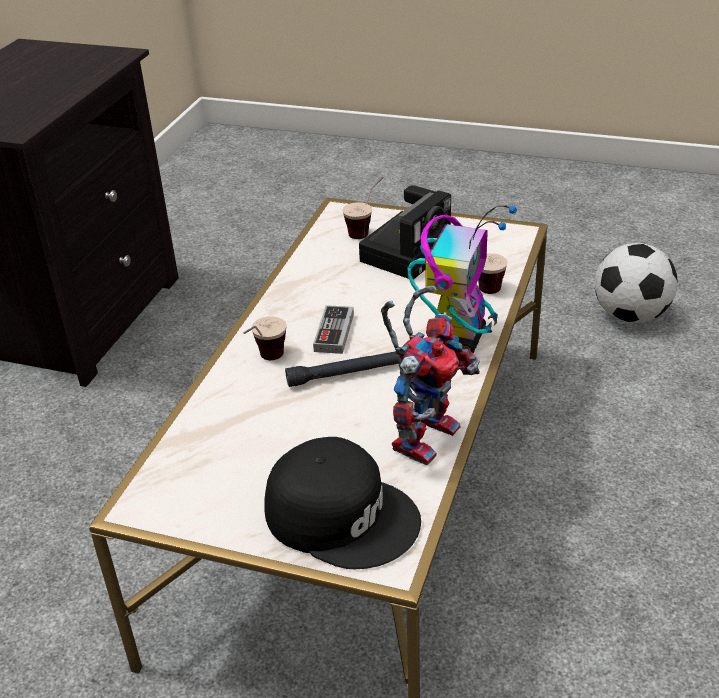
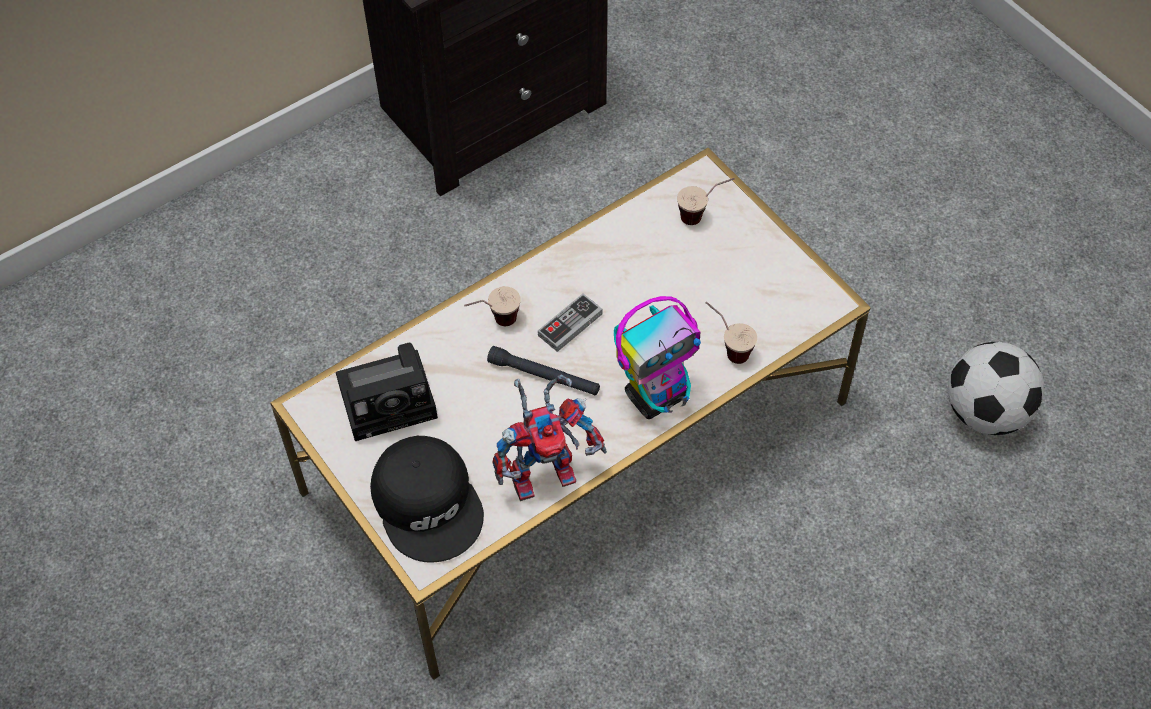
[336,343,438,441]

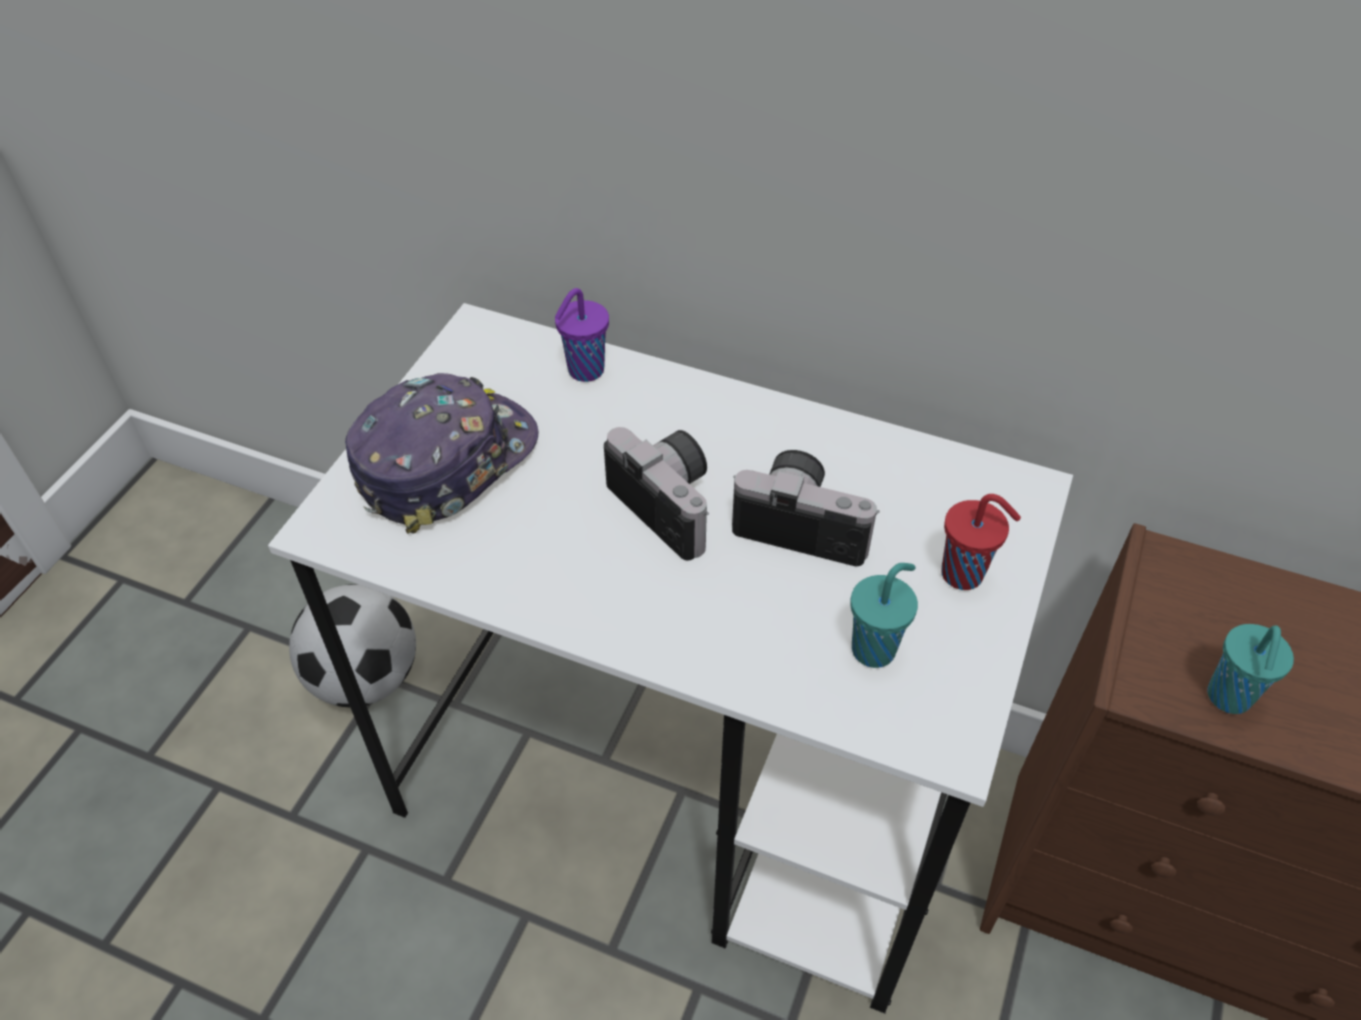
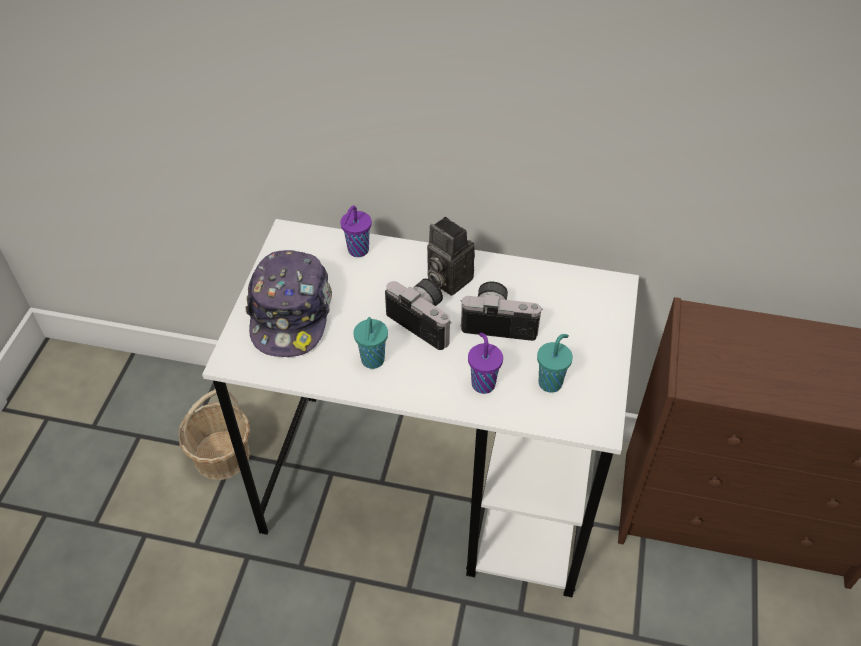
[246,250,332,357]
[941,494,1021,590] (first image)
[178,389,250,480]
[353,317,388,369]
[427,217,475,295]
[468,333,503,394]

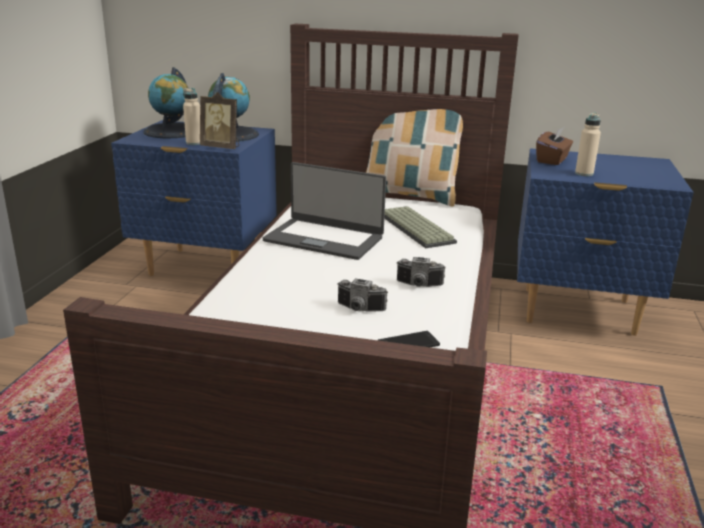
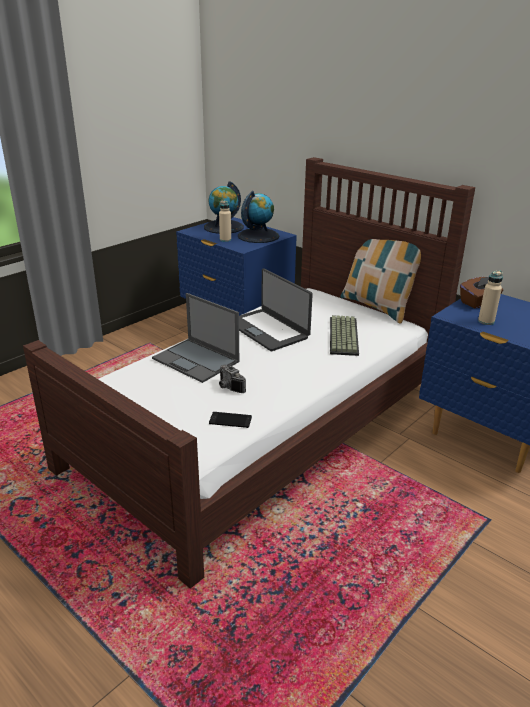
[200,92,239,149] (first image)
[396,257,446,287] (first image)
[152,293,240,383]

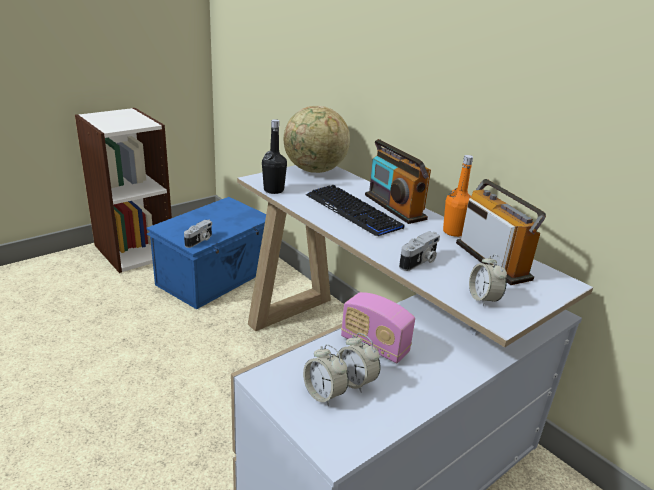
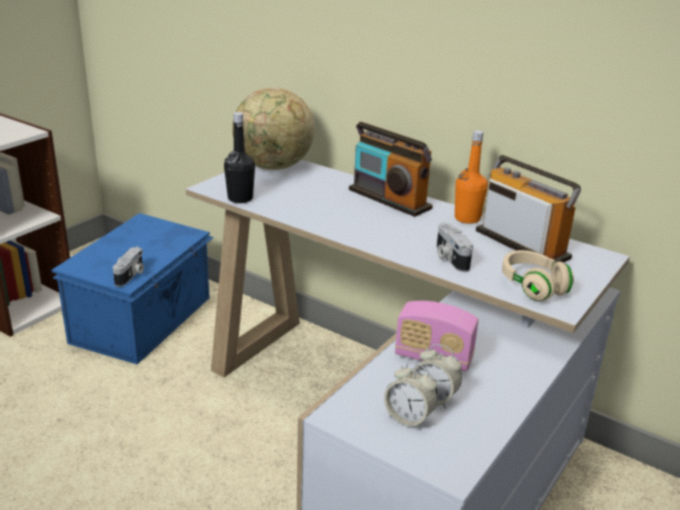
[306,185,404,236] (first image)
[437,223,473,272]
[502,250,574,301]

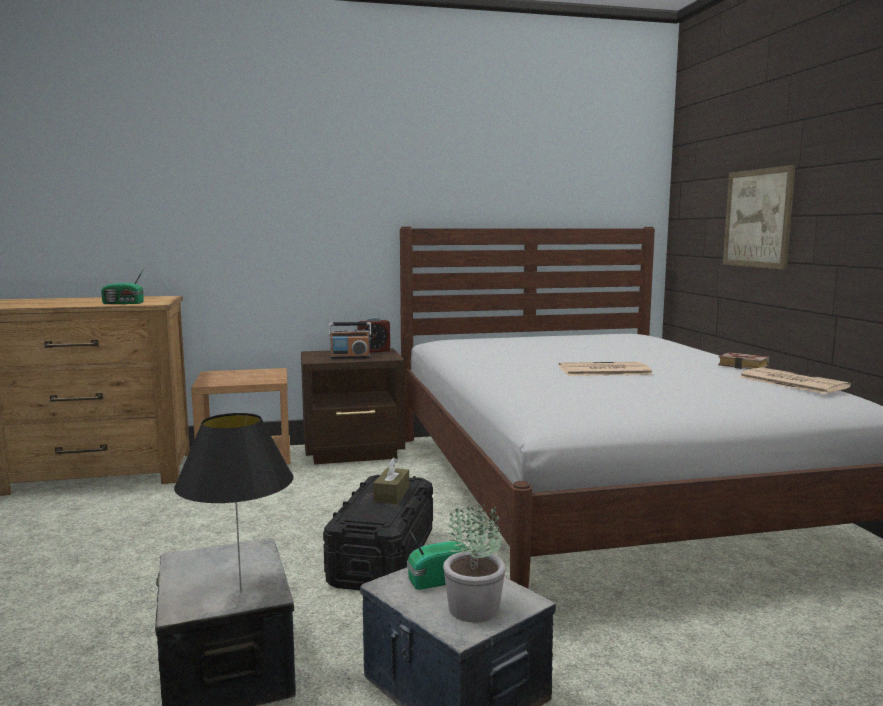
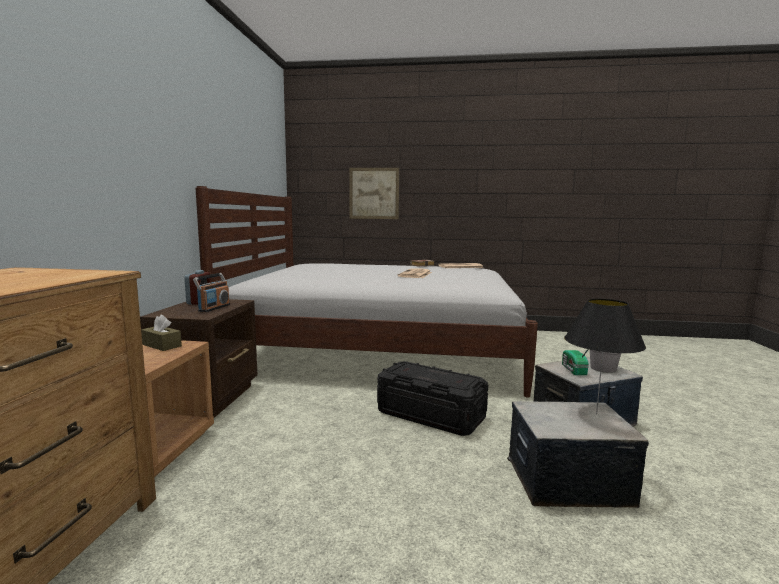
[101,266,145,304] (first image)
[141,315,182,351]

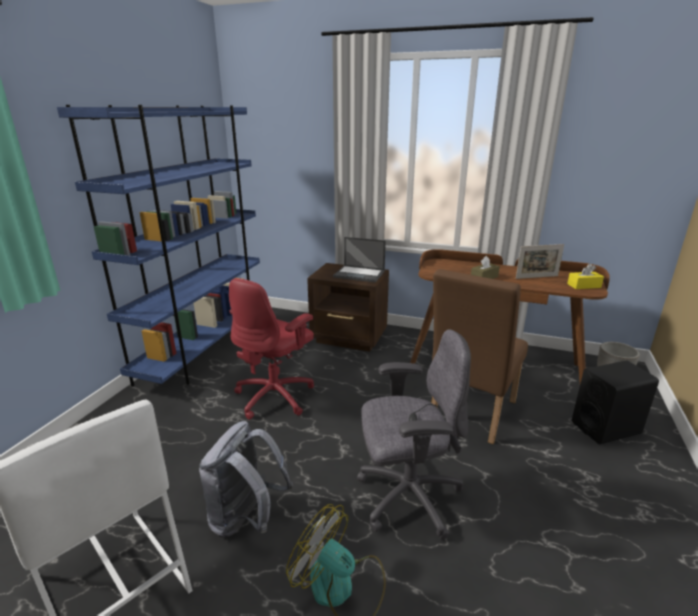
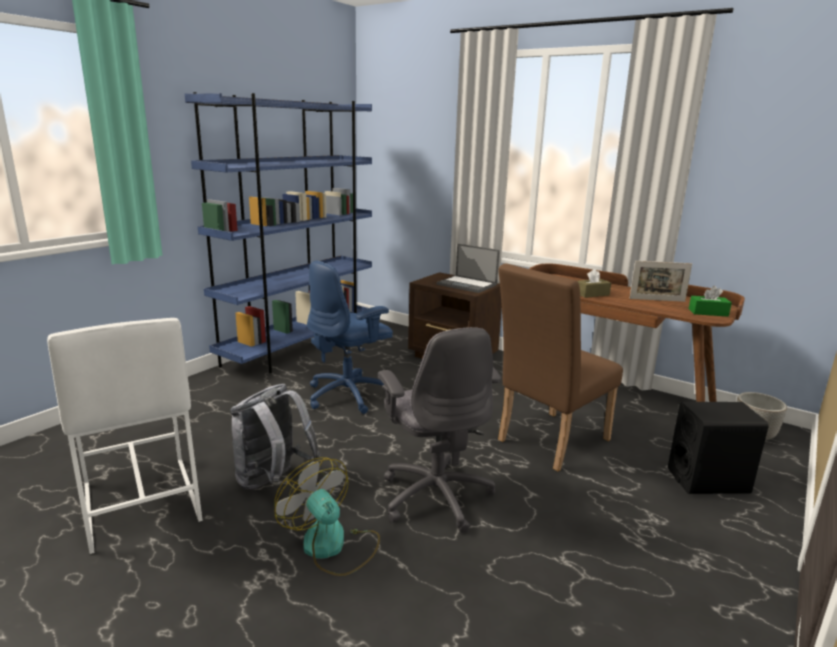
[689,286,732,317]
[307,261,393,414]
[378,327,501,533]

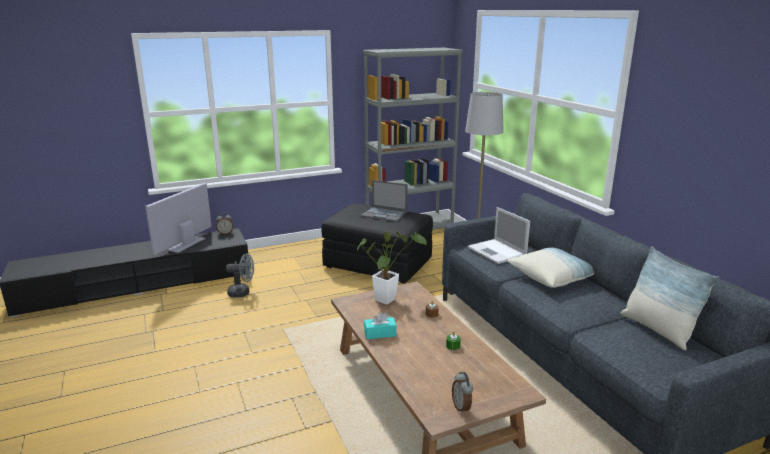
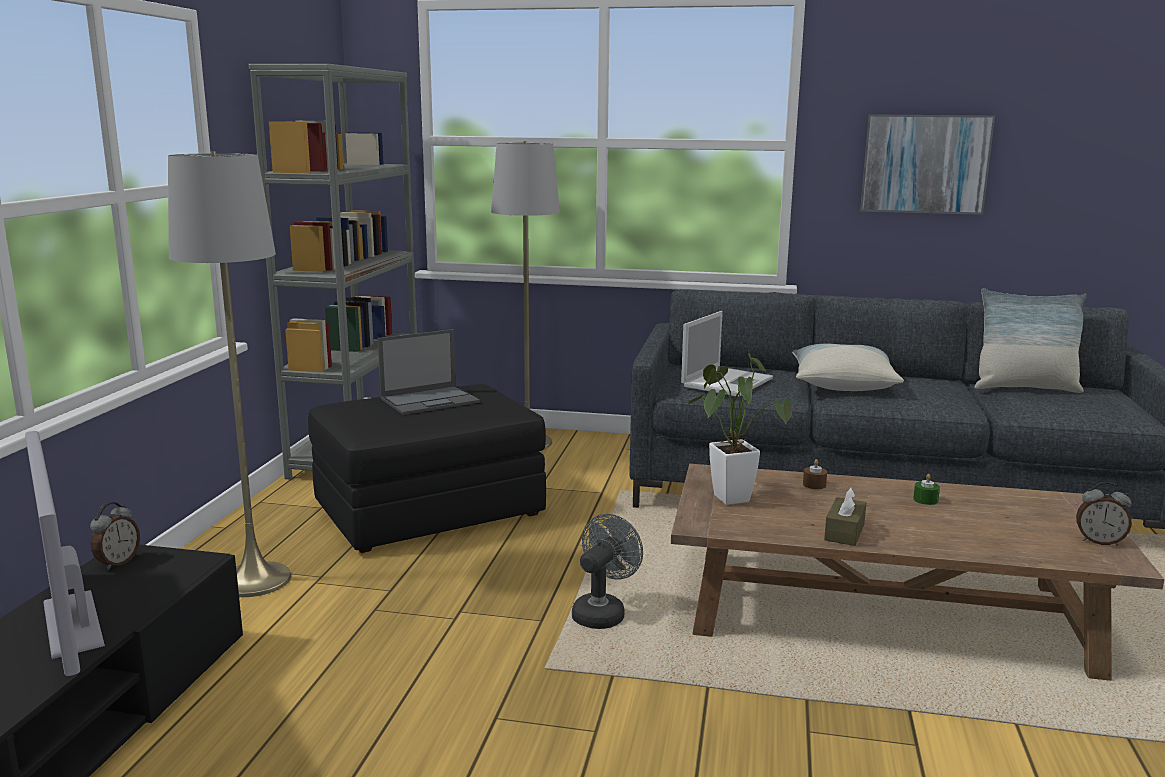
[681,311,773,397]
[572,514,643,629]
[824,487,866,546]
[860,114,995,215]
[168,151,291,597]

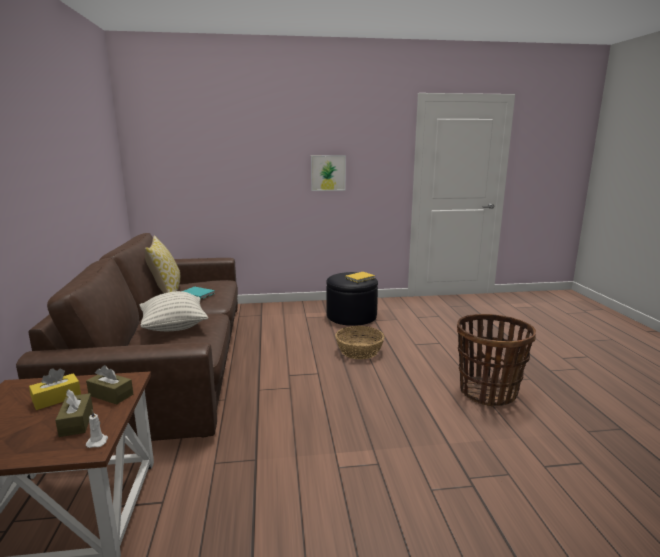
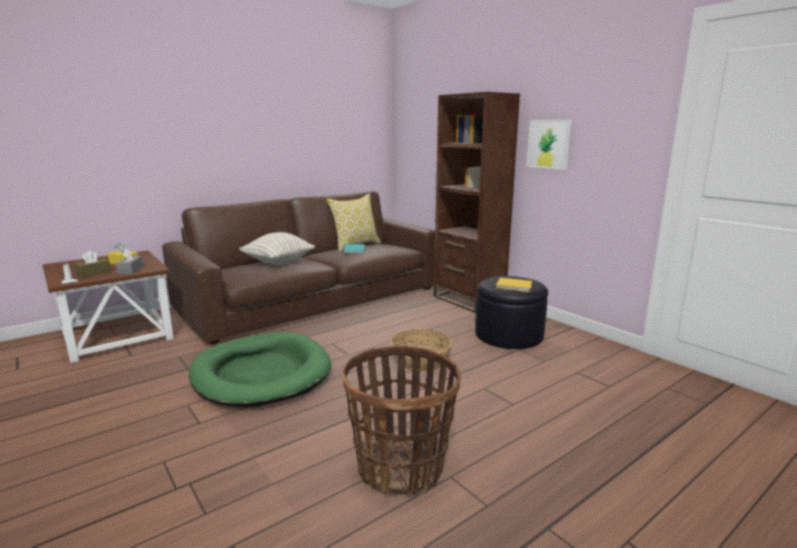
[116,249,143,274]
[434,92,520,313]
[189,332,331,407]

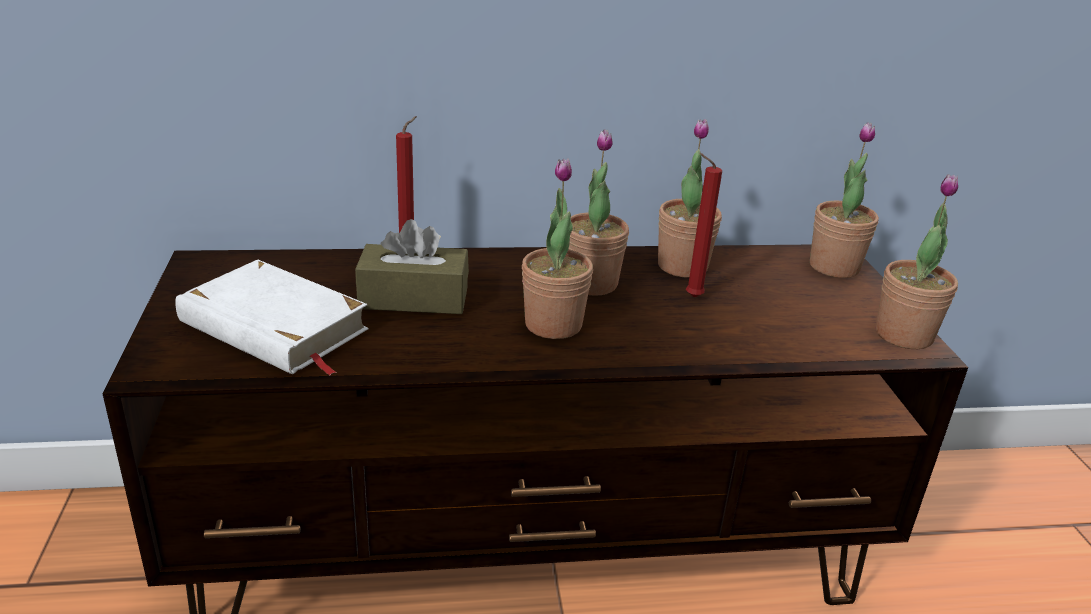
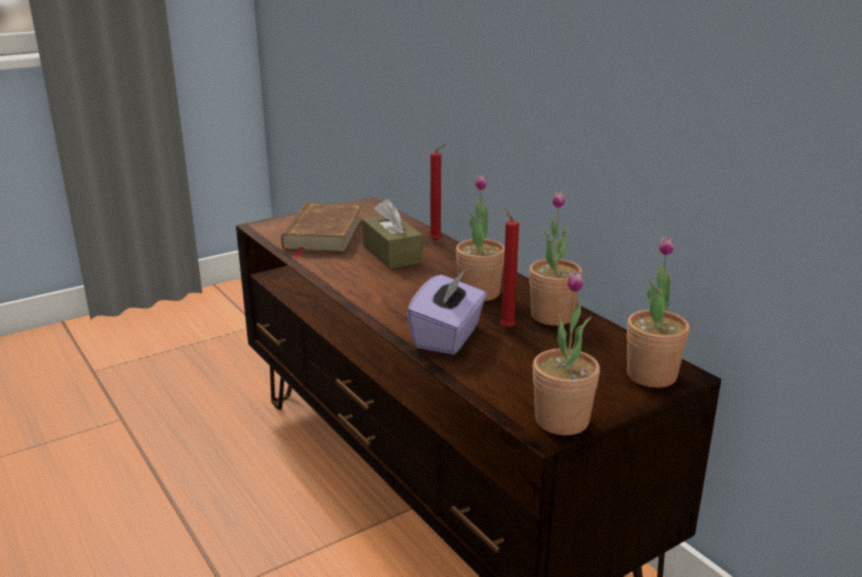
[522,158,593,339] (first image)
[281,203,362,258]
[407,270,486,355]

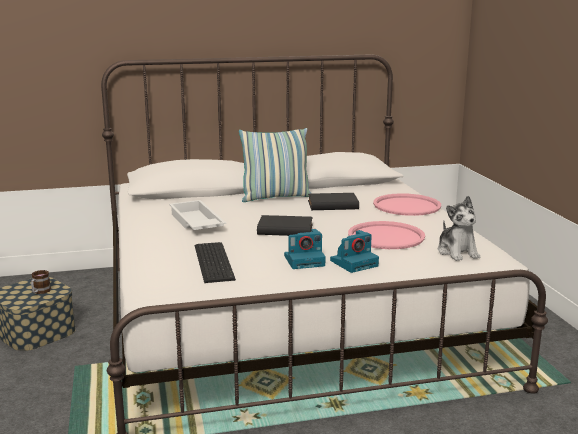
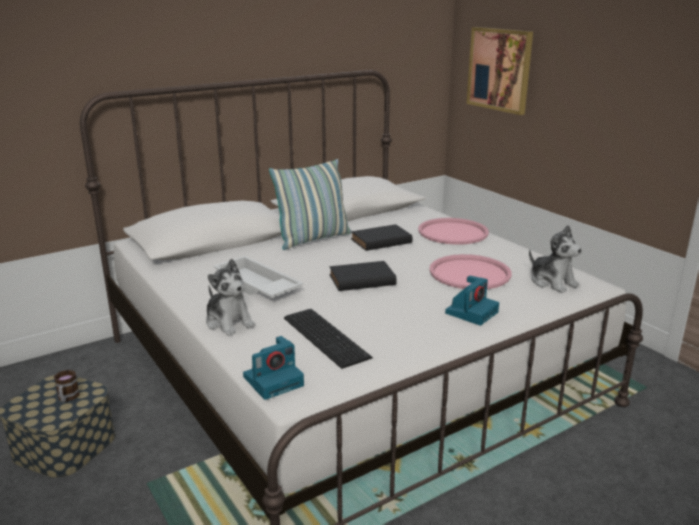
[243,336,304,400]
[467,27,533,115]
[206,259,256,336]

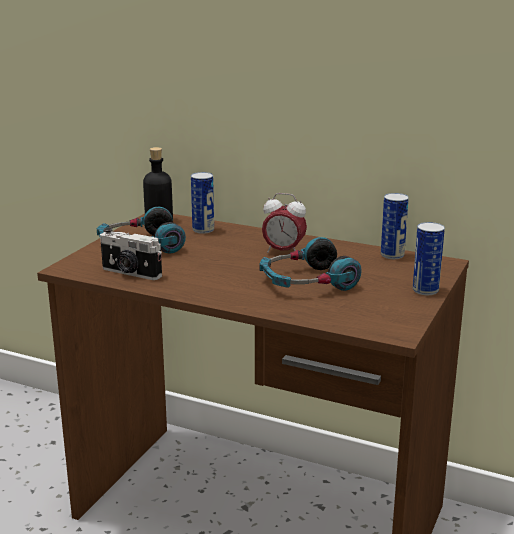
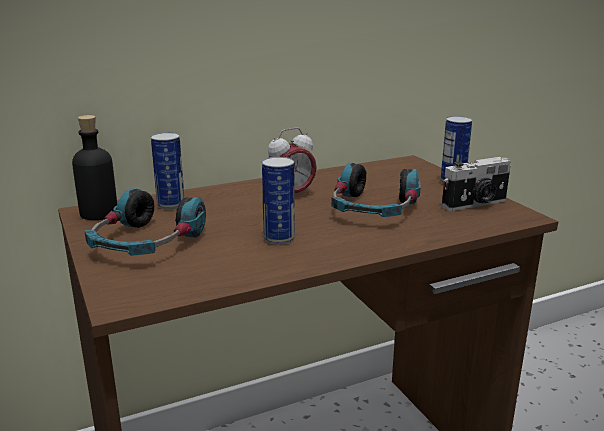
[262,157,295,244]
[442,157,511,211]

